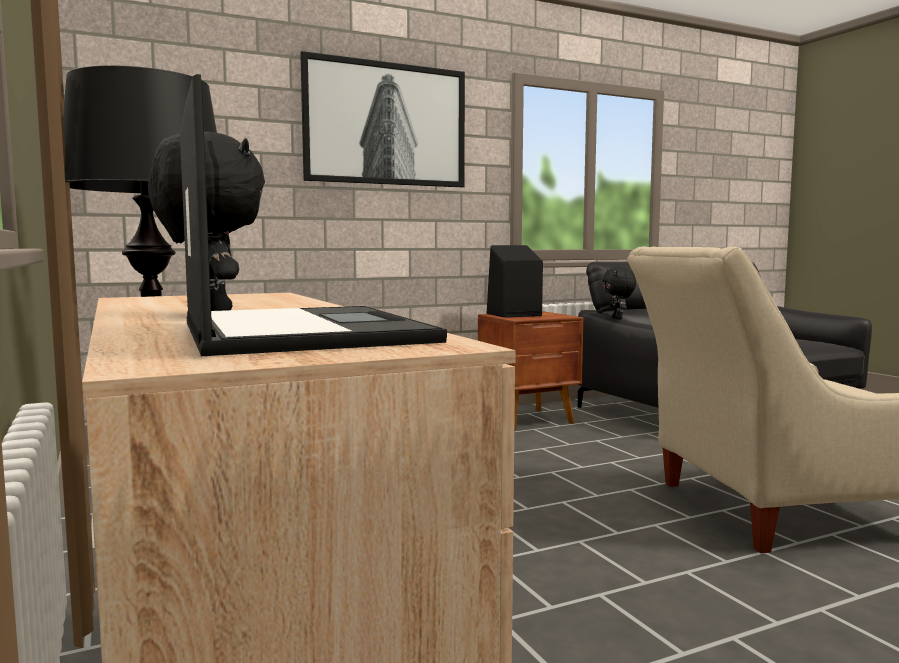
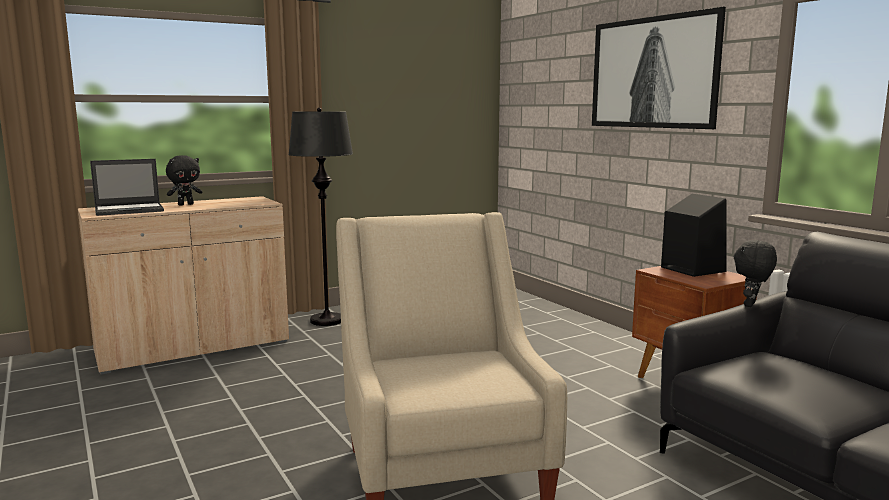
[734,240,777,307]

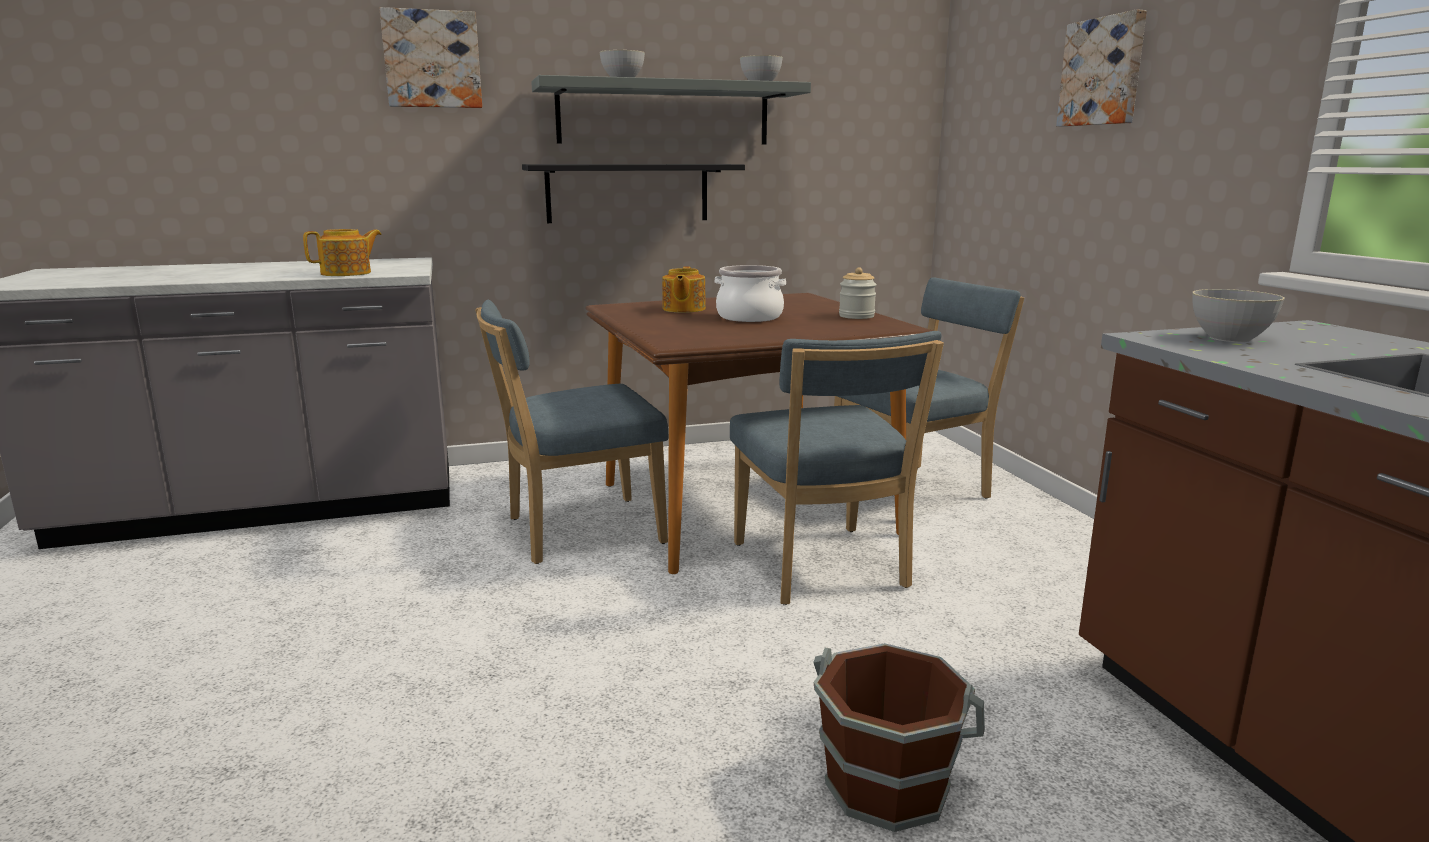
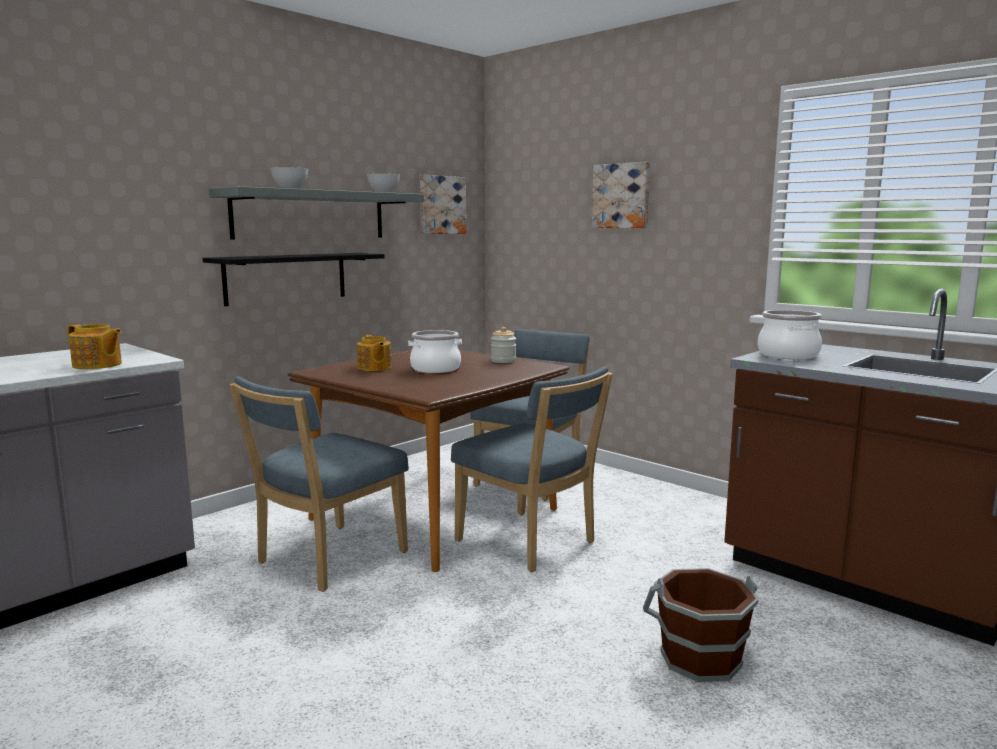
[420,175,466,234]
[68,324,122,369]
[758,310,822,360]

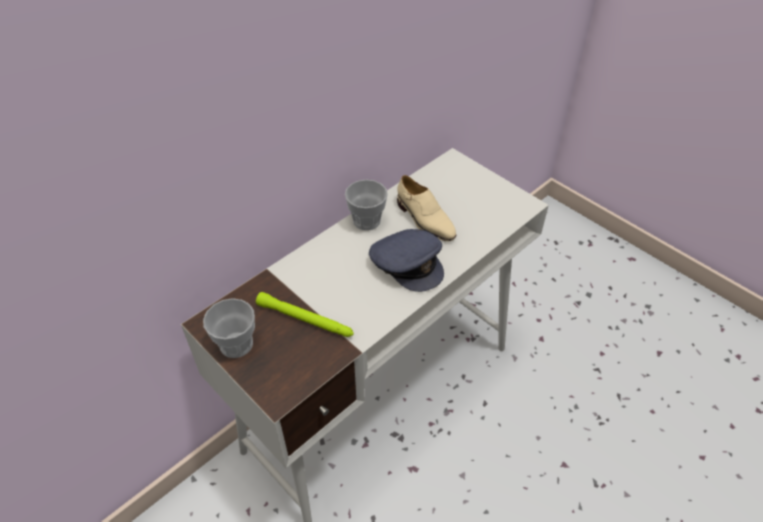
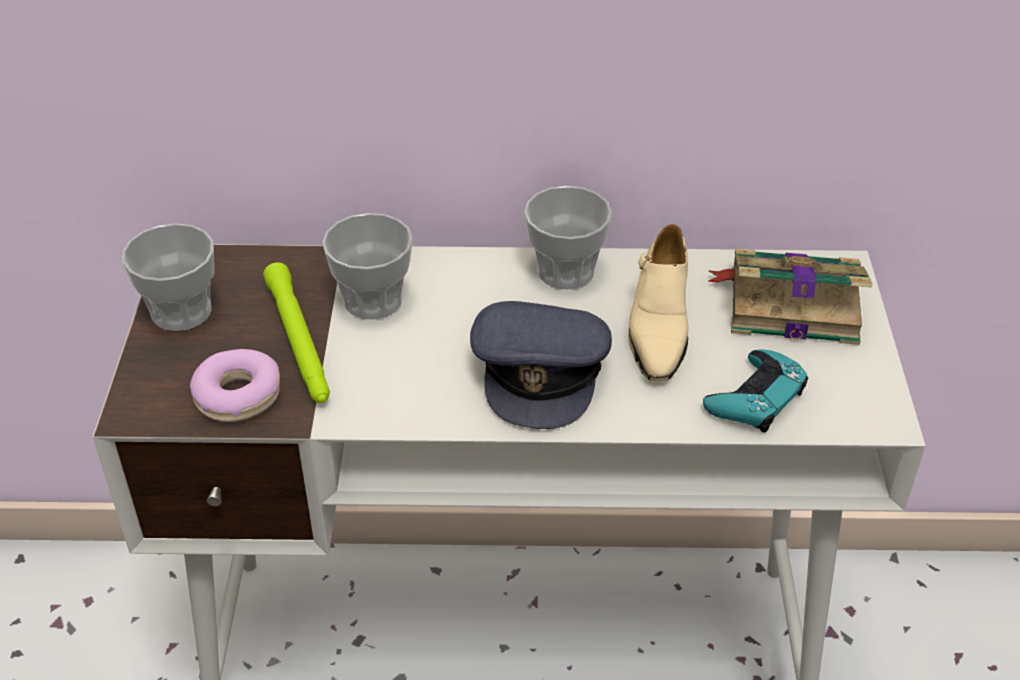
[322,213,413,319]
[708,248,872,345]
[190,349,280,422]
[703,350,808,433]

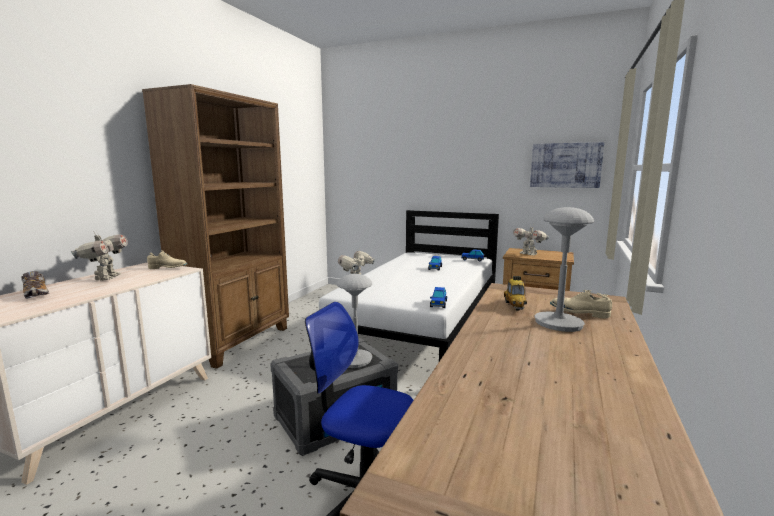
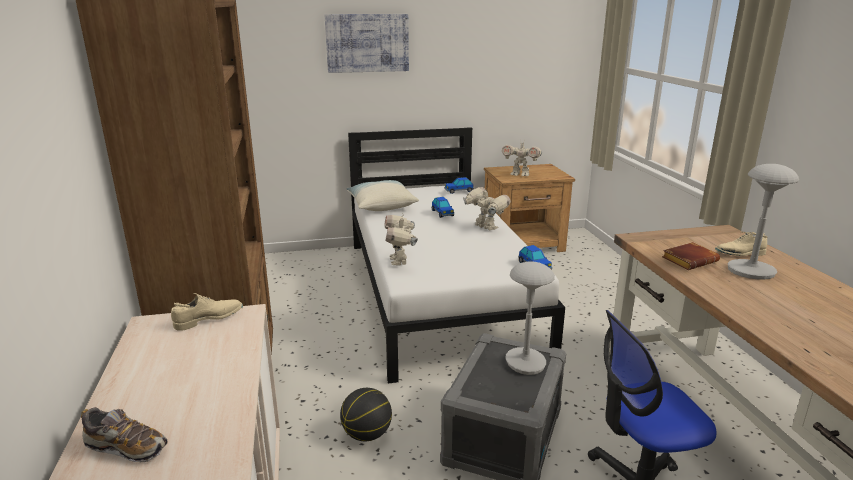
[325,14,409,73]
[463,187,511,230]
[662,242,720,270]
[346,180,419,211]
[340,388,392,441]

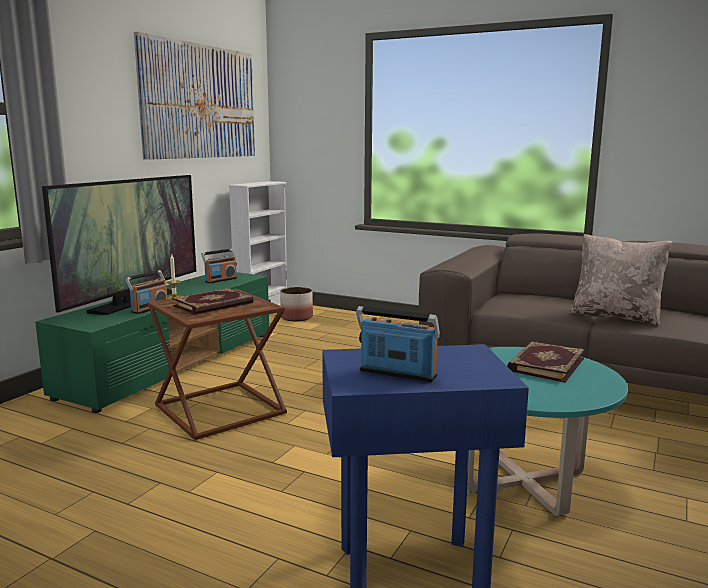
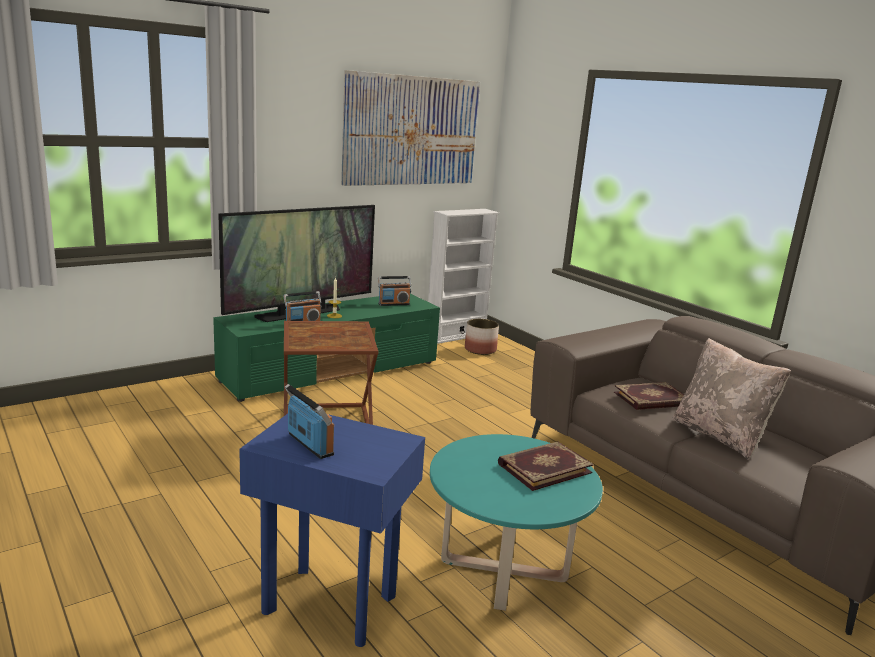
[614,382,684,410]

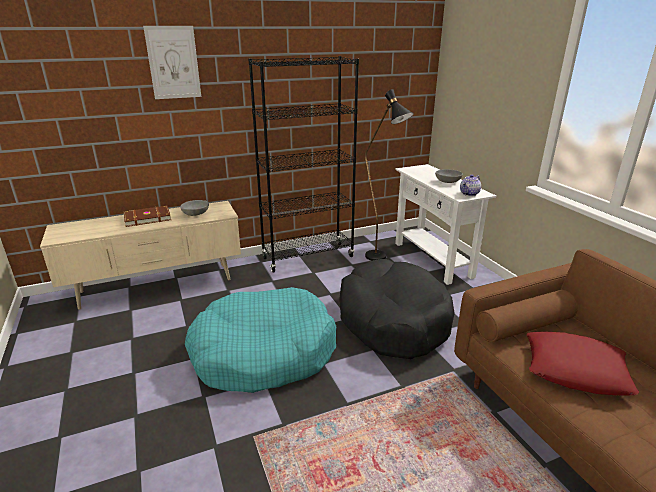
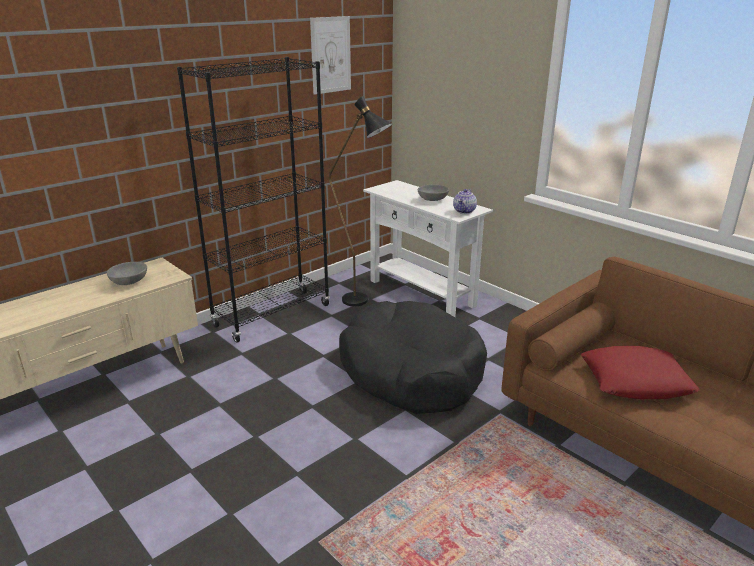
[310,16,351,95]
[124,206,171,227] (first image)
[185,287,336,393] (first image)

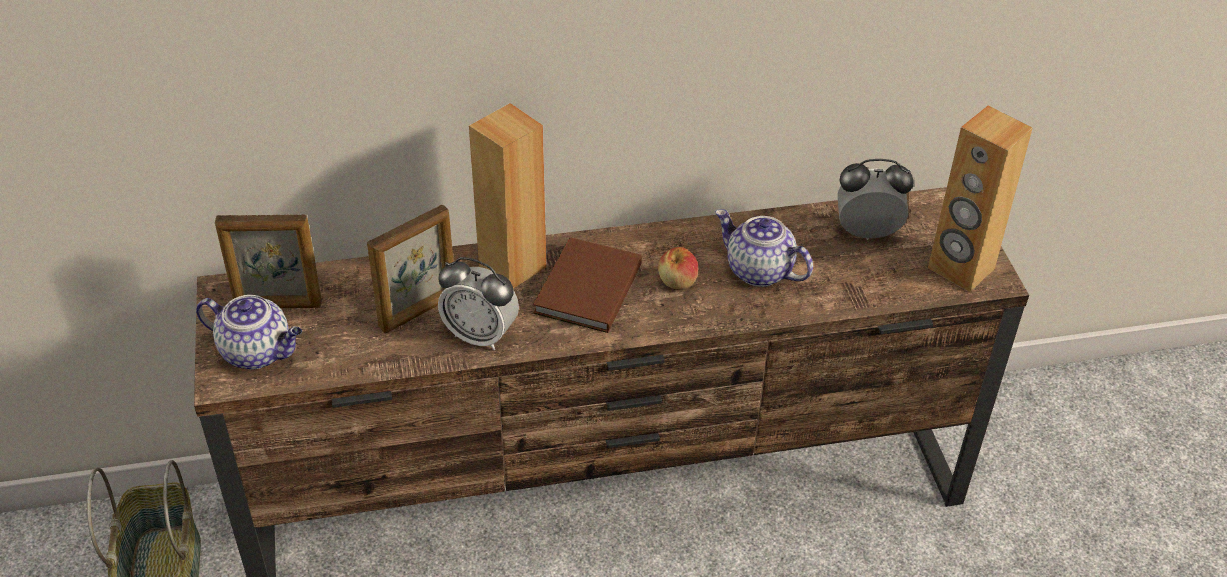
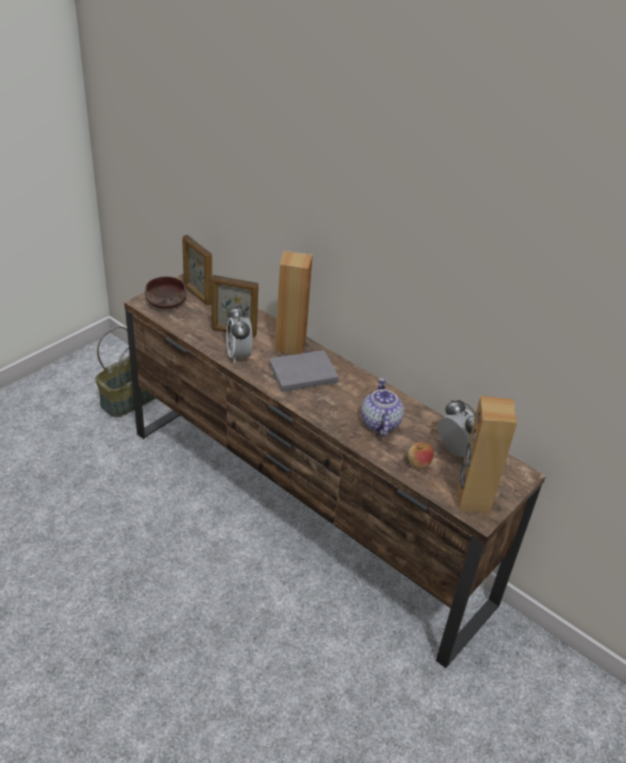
[269,350,339,392]
[408,442,434,469]
[145,276,187,309]

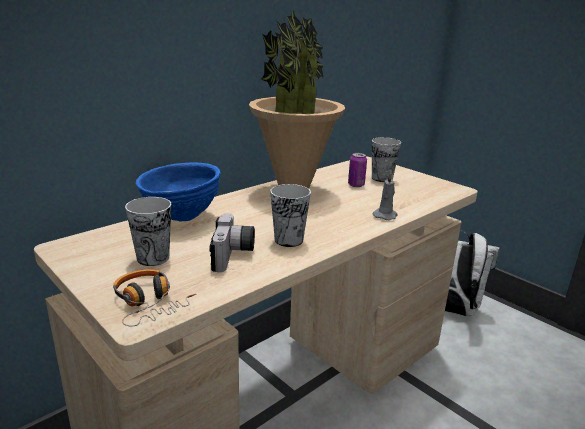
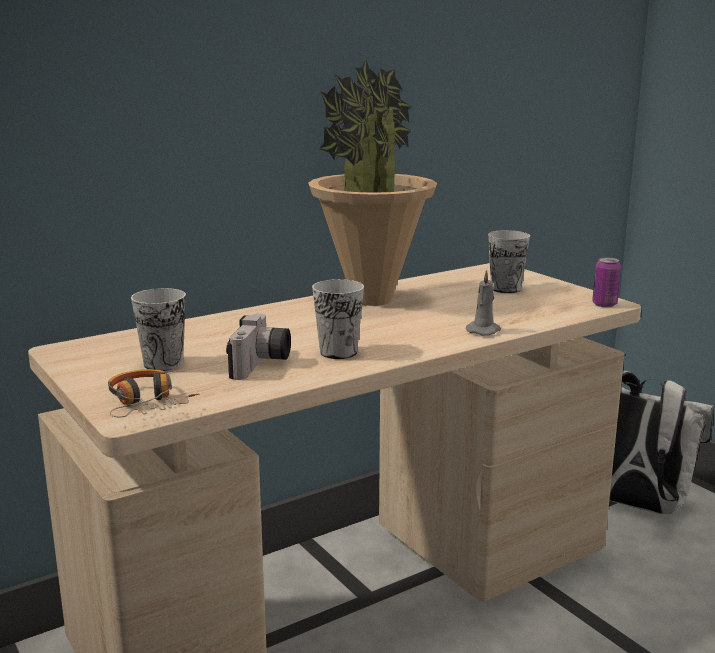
[592,257,621,307]
[135,162,221,221] (first image)

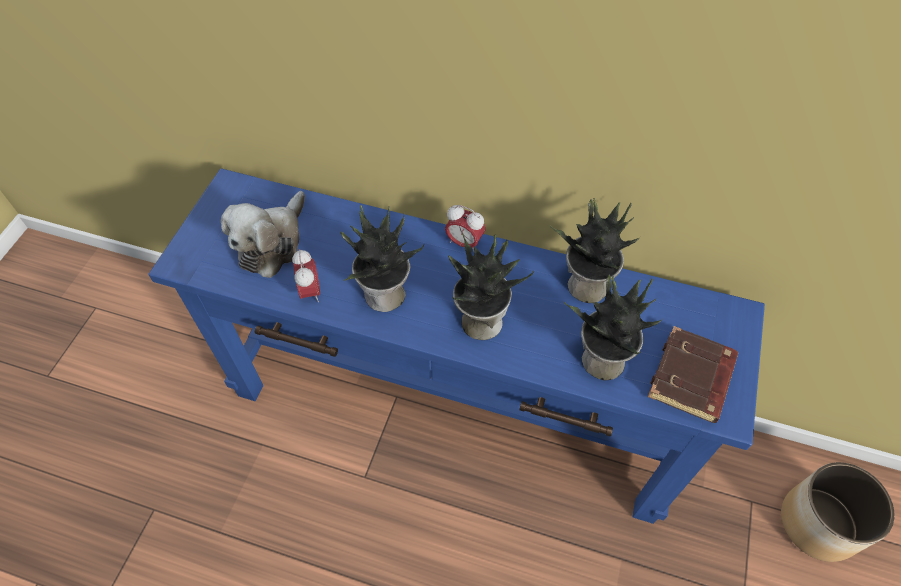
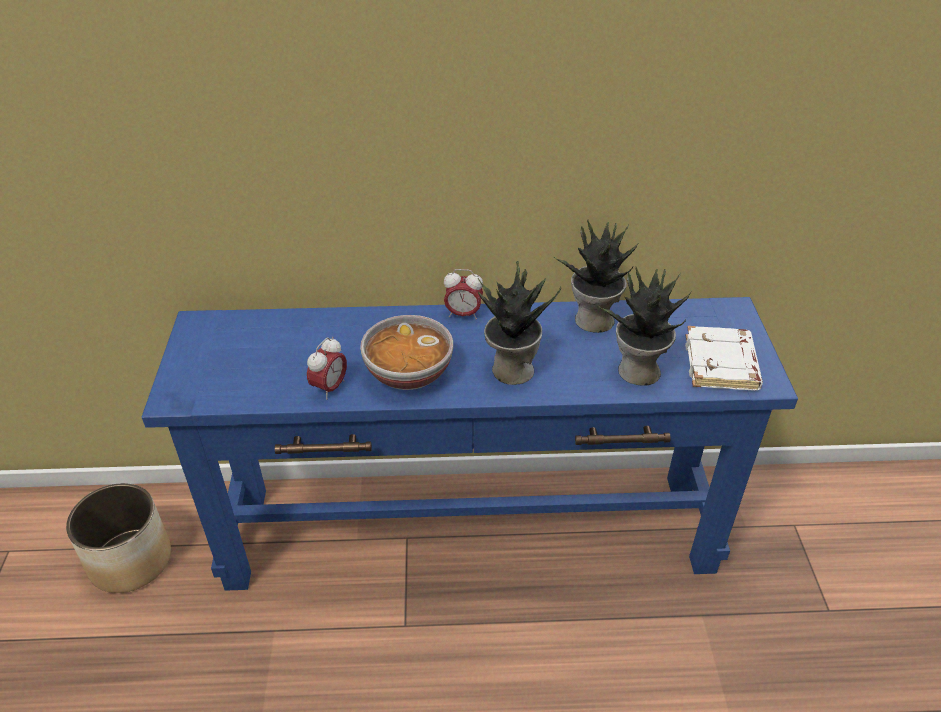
[221,191,305,278] (first image)
[360,315,453,390]
[307,337,347,400]
[685,326,763,391]
[66,483,171,593]

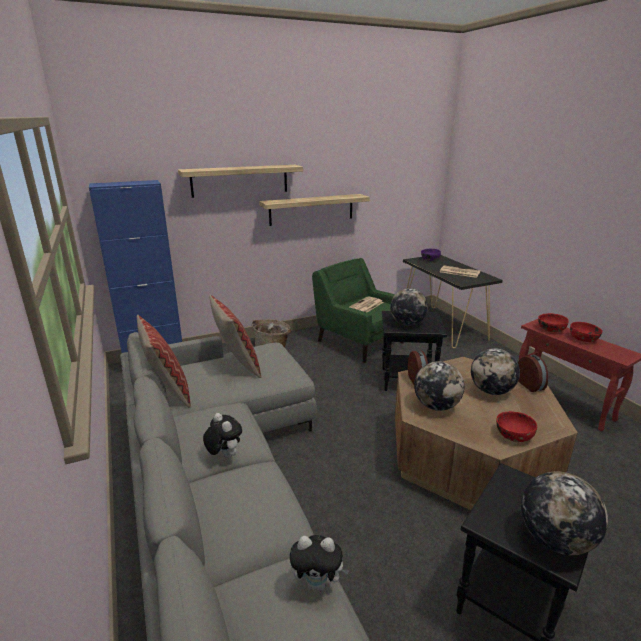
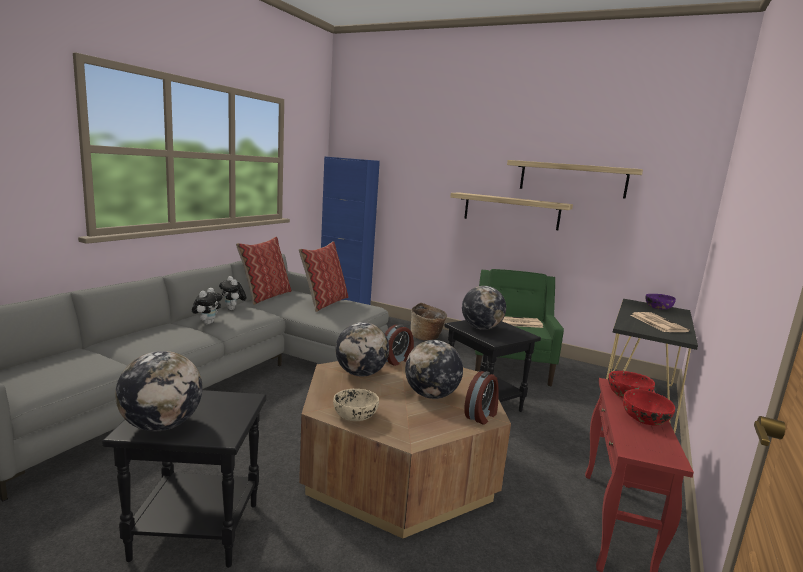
[507,160,643,199]
[333,389,379,421]
[219,276,247,310]

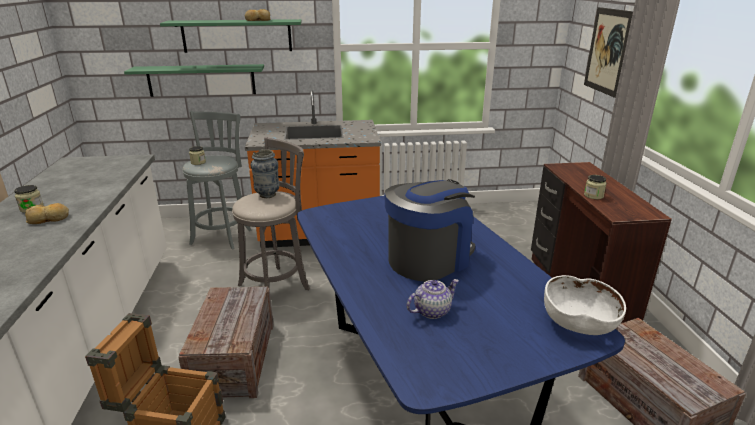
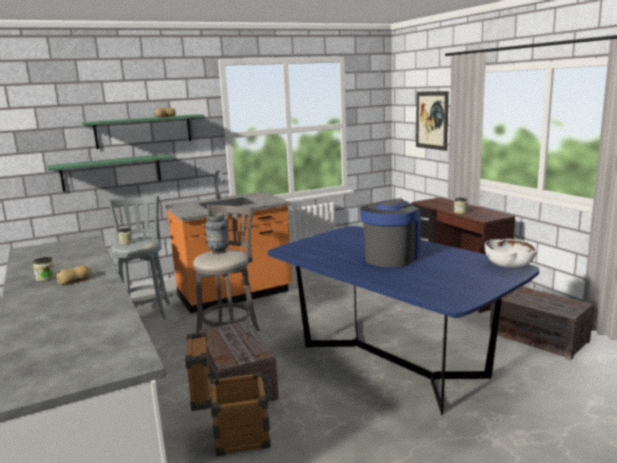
[406,279,459,319] (first image)

